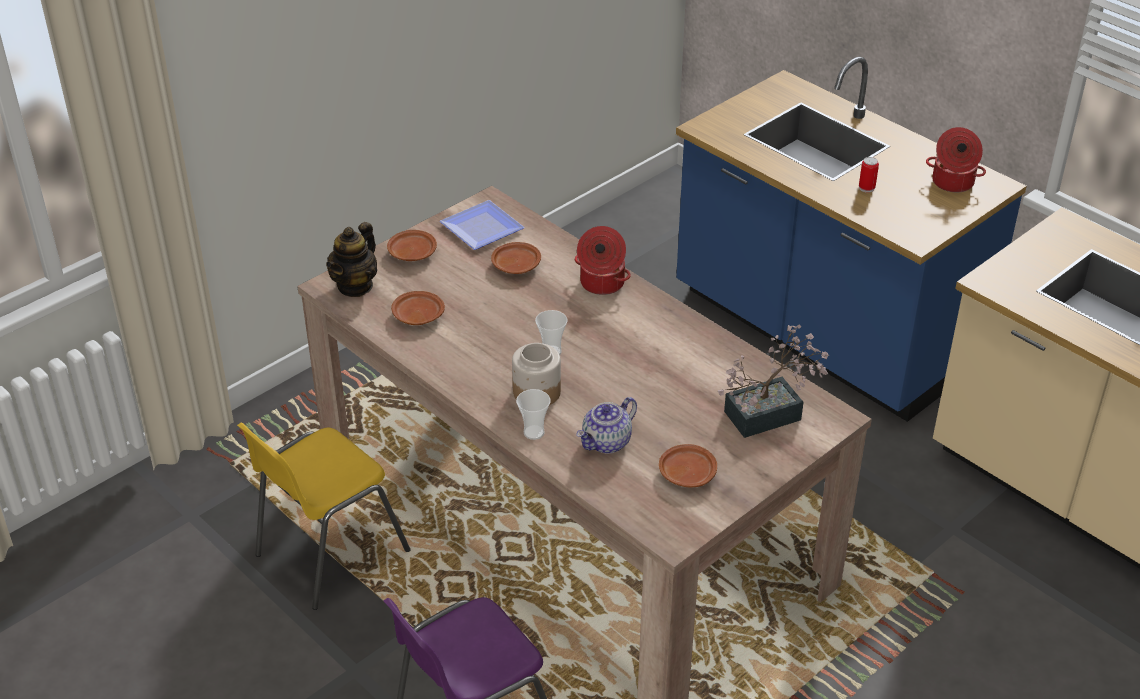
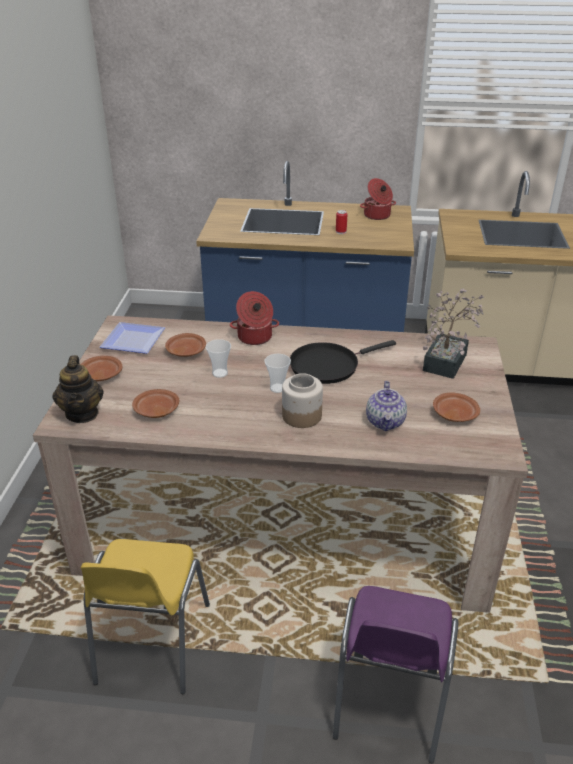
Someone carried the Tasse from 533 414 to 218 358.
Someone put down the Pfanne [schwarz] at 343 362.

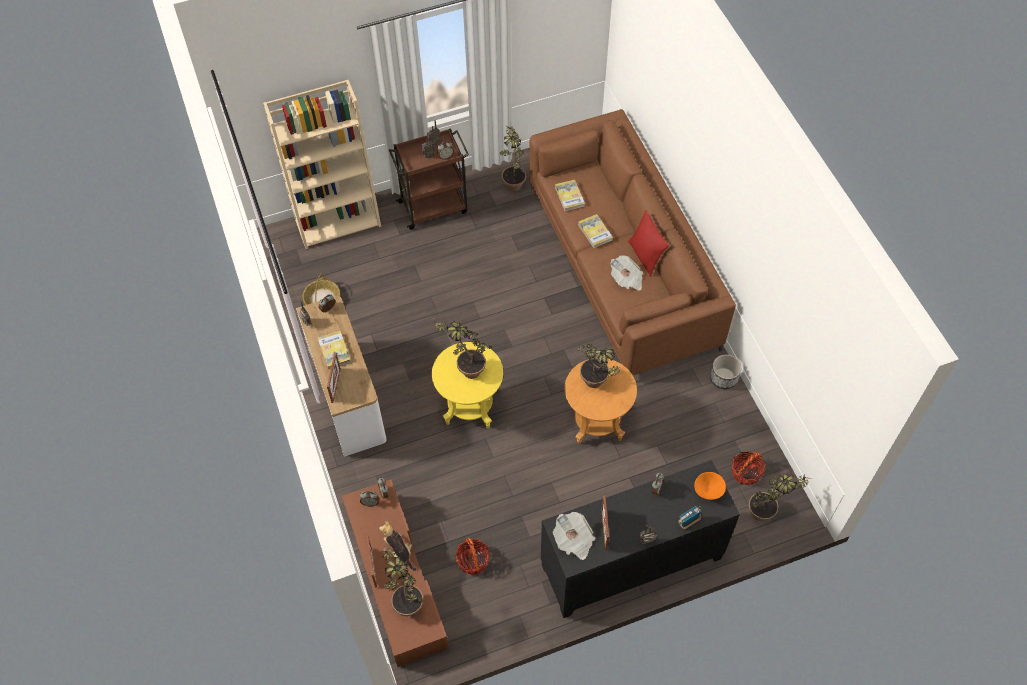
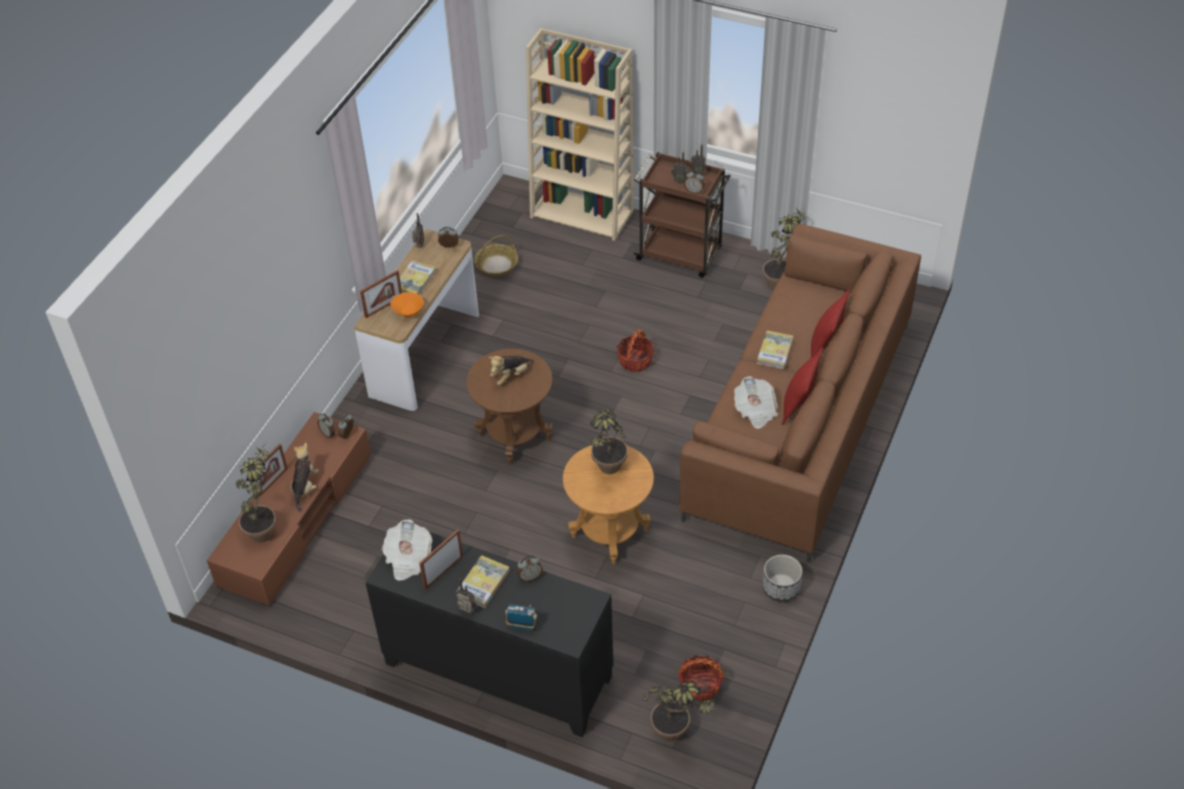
Someone carried the Schüssel [orange] from 710 486 to 407 304.
Someone carried the Buch from 570 195 to 483 581.
Someone repainted the Beistelltisch [gelb] at 467 385, which became the Beistelltisch [braun] at 509 407.
Someone swapped the Topfpflanze at 462 348 for the Plüschtier at 511 370.
Someone carried the Korb from 472 556 to 635 350.
Someone put down the Kissen [rot] at 830 324.

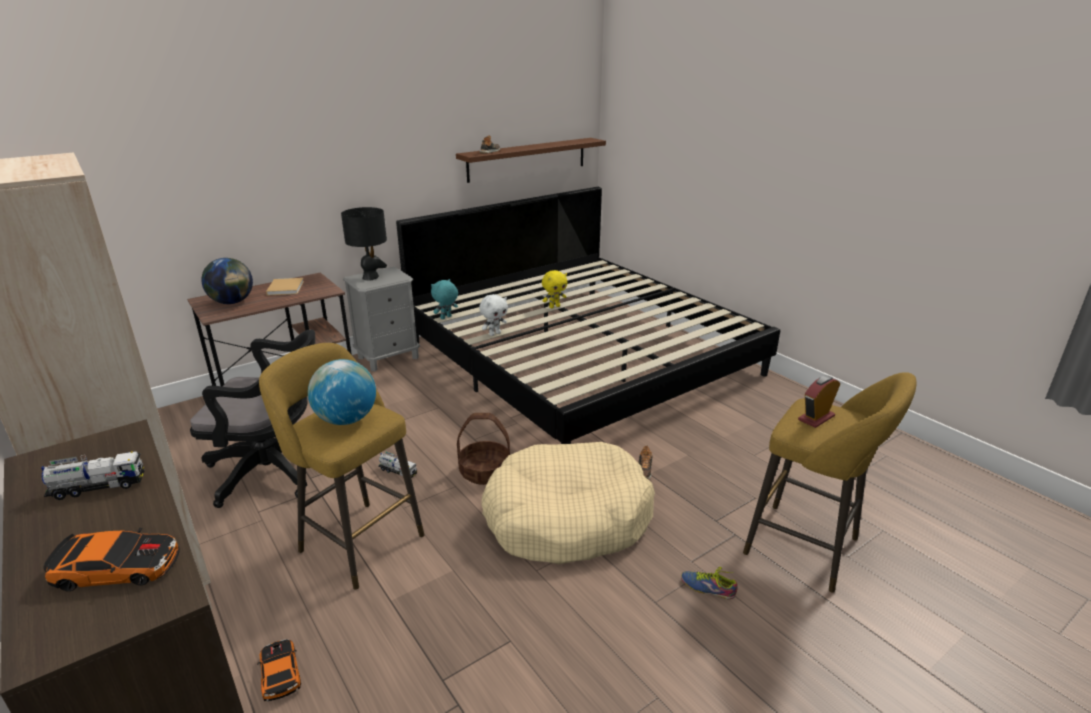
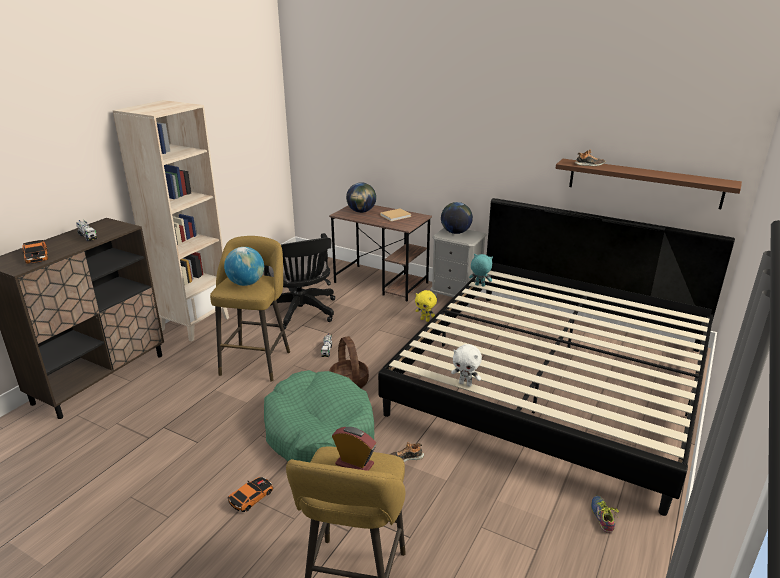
Someone carried the Spielzeugauto from 279 670 to 250 494.
Someone repainted the Hundebett [beige] at 568 503, which became the Hundebett [grün] at 319 416.
Someone carried the Plüschtier [gelb] from 554 289 to 426 306.
Someone swapped the Tischlampe [schwarz] at 364 244 for the Globus at 457 218.
Someone carried the Plüschtier [weiß] from 493 315 to 466 365.
Someone carried the Schuh from 709 583 to 605 514.

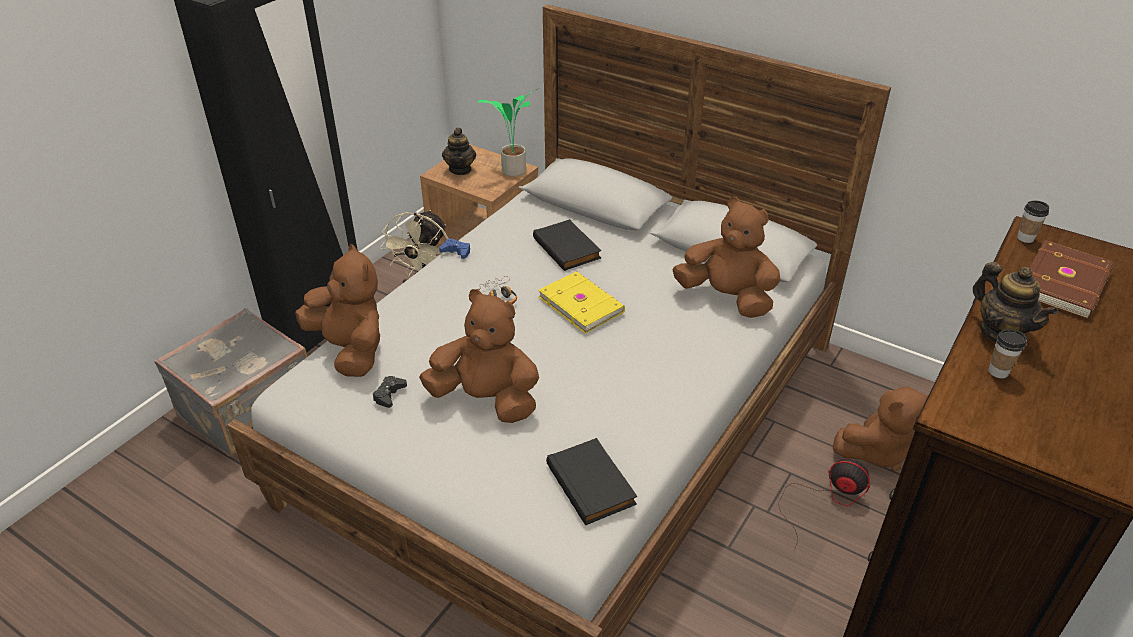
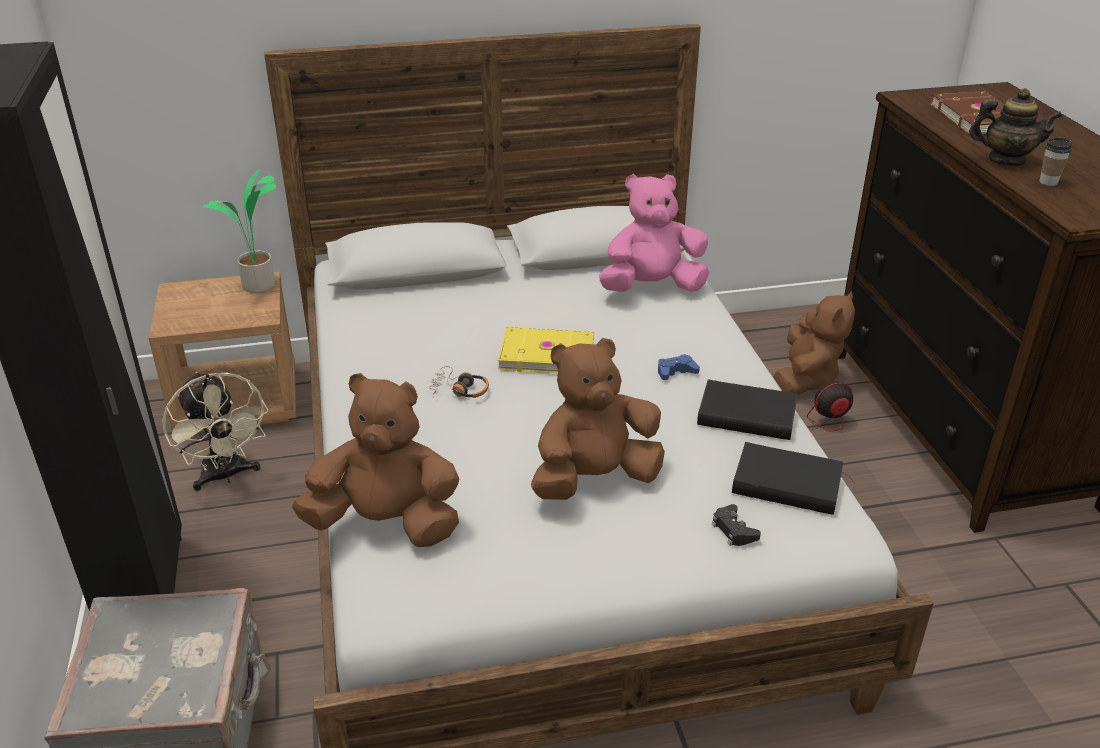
Someone repainted the Plüschtier [braun] at 726 257, which became the Plüschtier [rosa] at 654 233.
Someone carried the Gamepad [blau] from 454 248 to 679 367.
Someone carried the Buch [schwarz] from 567 245 to 747 409.
Someone carried the Gamepad [schwarz] from 390 392 to 736 525.
Someone took away the Teekanne at 459 151.
Someone took away the Tasse at 1033 221.

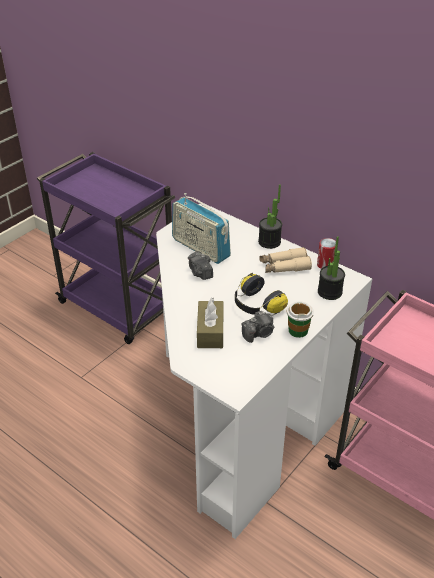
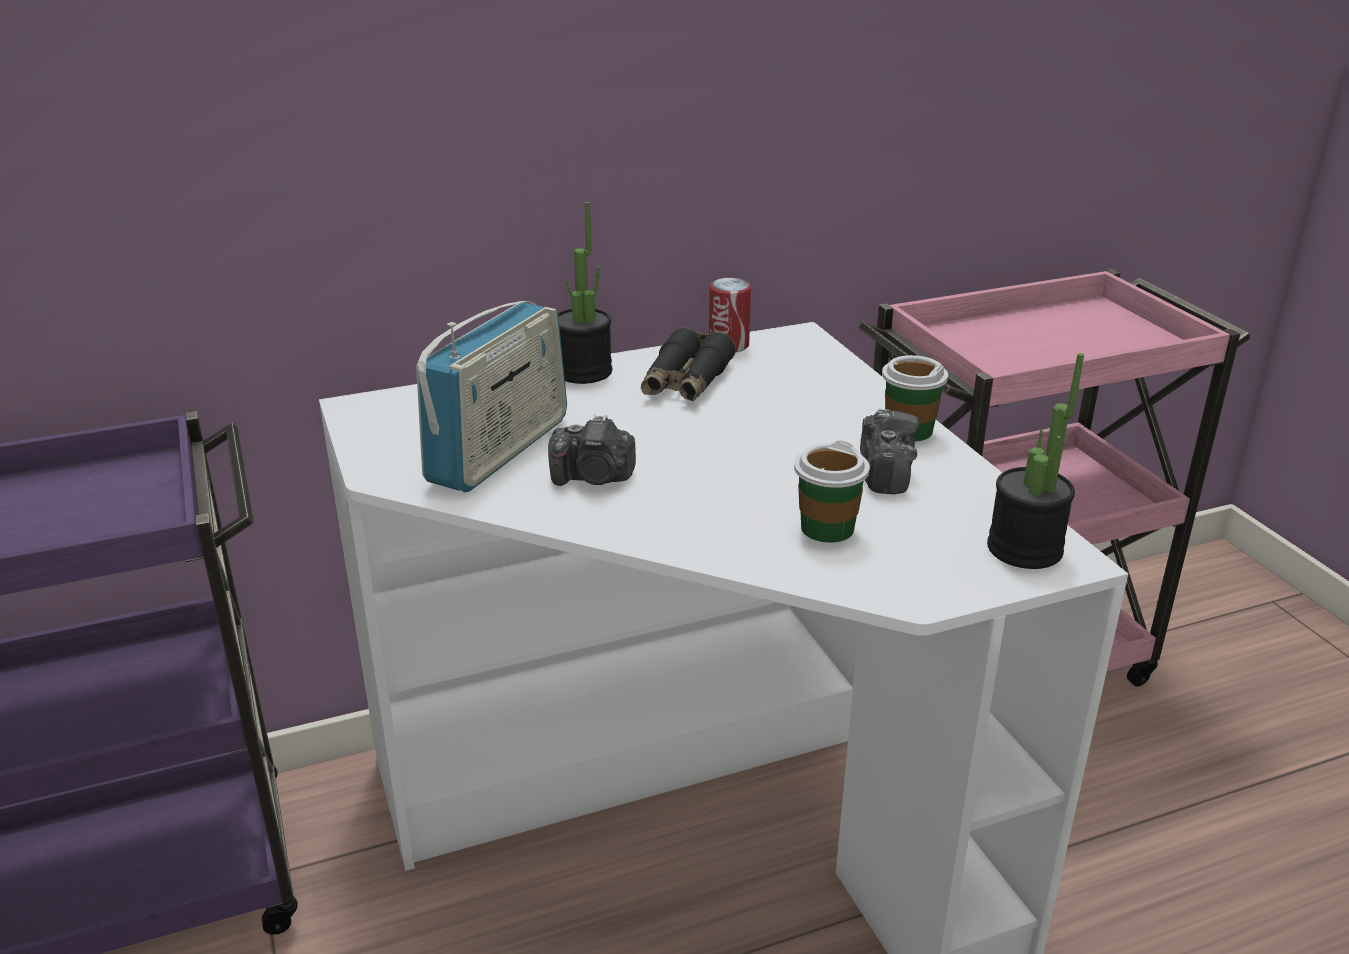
Someone rotated the Radio at 201 228 by 45 degrees counterclockwise.
Someone repainted the Fernglas [beige] at 285 260, which became the Fernglas [schwarz] at 688 364.
Someone swapped the Taschentuchbox [braun] at 210 323 for the Tasse at 832 492.
Someone carried the Topfpflanze from 331 268 to 1035 461.
Someone took away the Kopfhörer at 261 294.

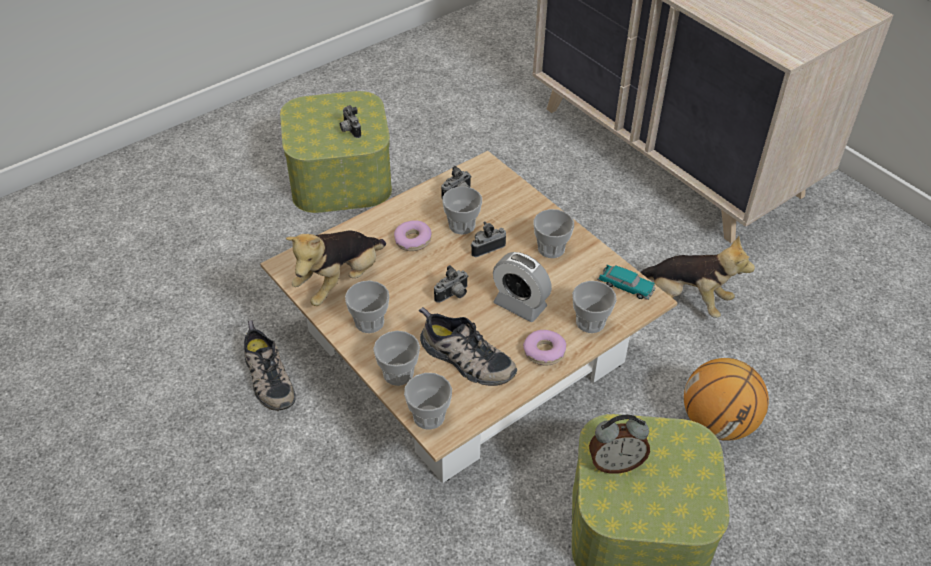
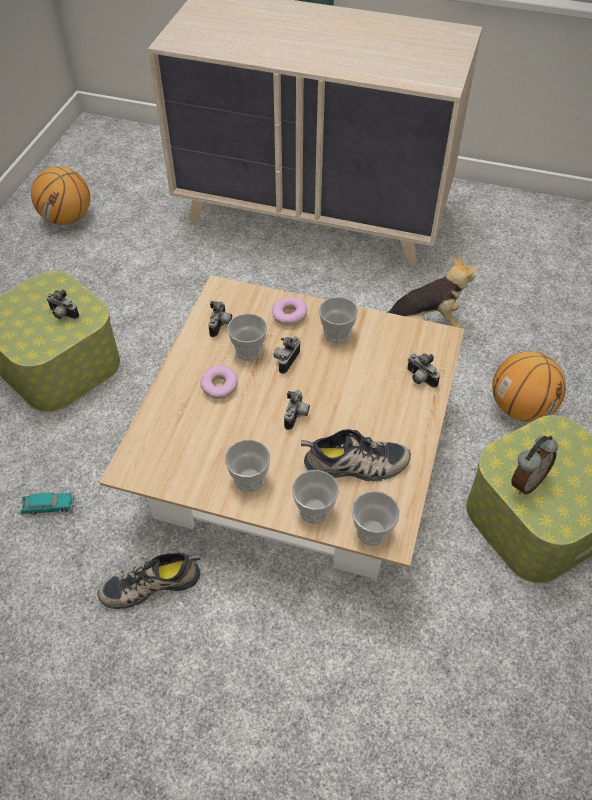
Someone carried the Spielzeugauto from 626 282 to 47 504.
Someone put down the Basketball at 60 195.
Someone rotated the Schuh at 270 365 by 135 degrees clockwise.
Someone carried the Donut from 544 347 to 289 311.
Someone swapped the Tasse at 594 307 for the Kamera at 423 370.
Someone took away the Plüschtier at 336 268.
Someone took away the Wecker at 522 287.

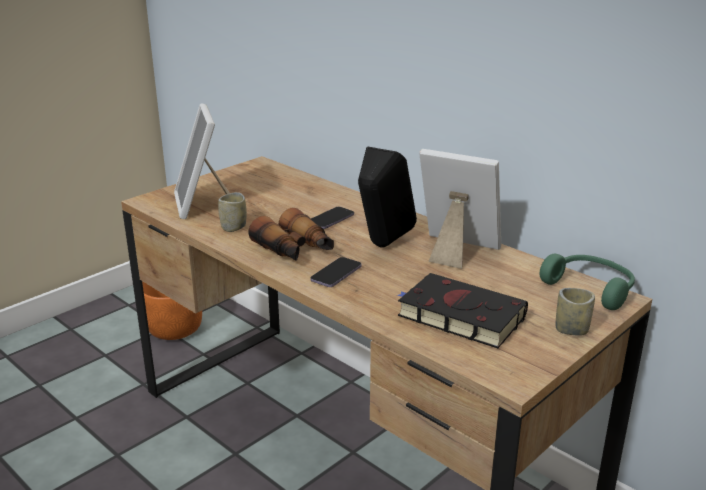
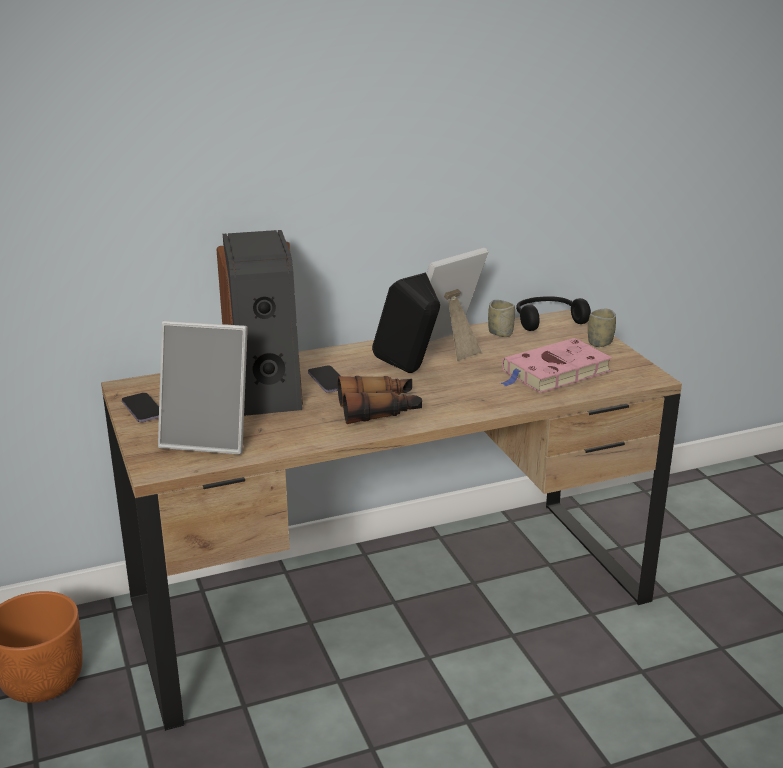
Someone carried the Handy from 336 272 to 140 407.
Someone put down the Lautsprecher at 260 323.
Someone carried the Tasse from 232 212 to 501 318.
Someone repainted the Buch [schwarz] at 462 310, which became the Buch [rosa] at 556 365.
Someone repainted the Kopfhörer [grün] at 587 282, which became the Kopfhörer [schwarz] at 553 313.

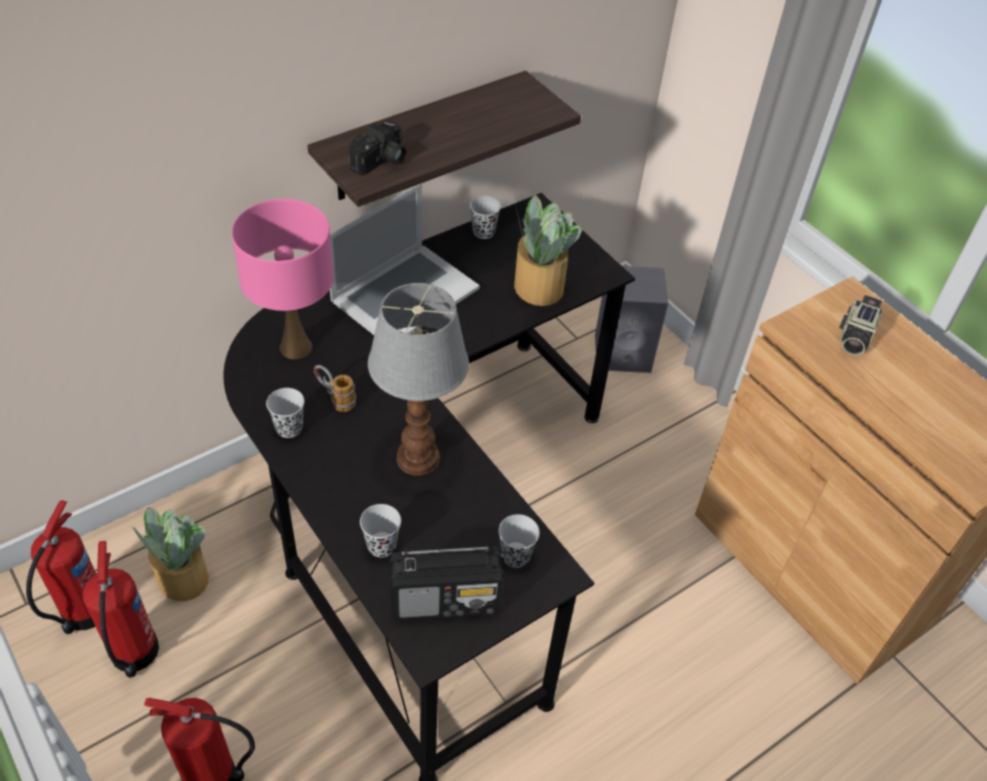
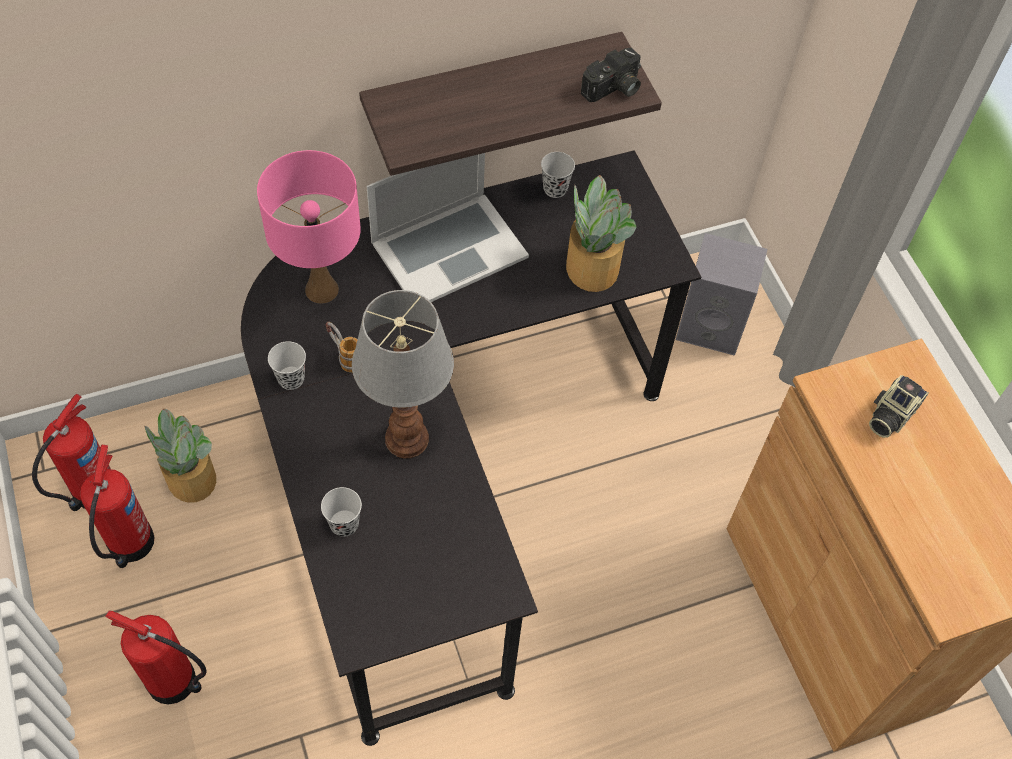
Someone carried the Kamera from 377 148 to 611 75.
Someone took away the Radio at 447 584.
Someone took away the Tasse [schwarz] at 519 541.

